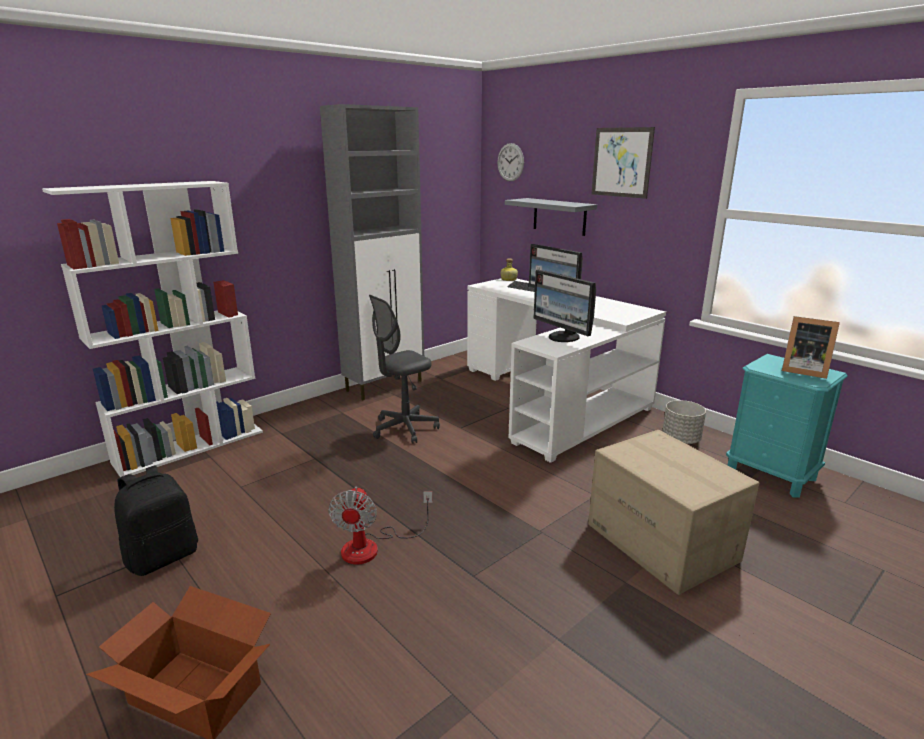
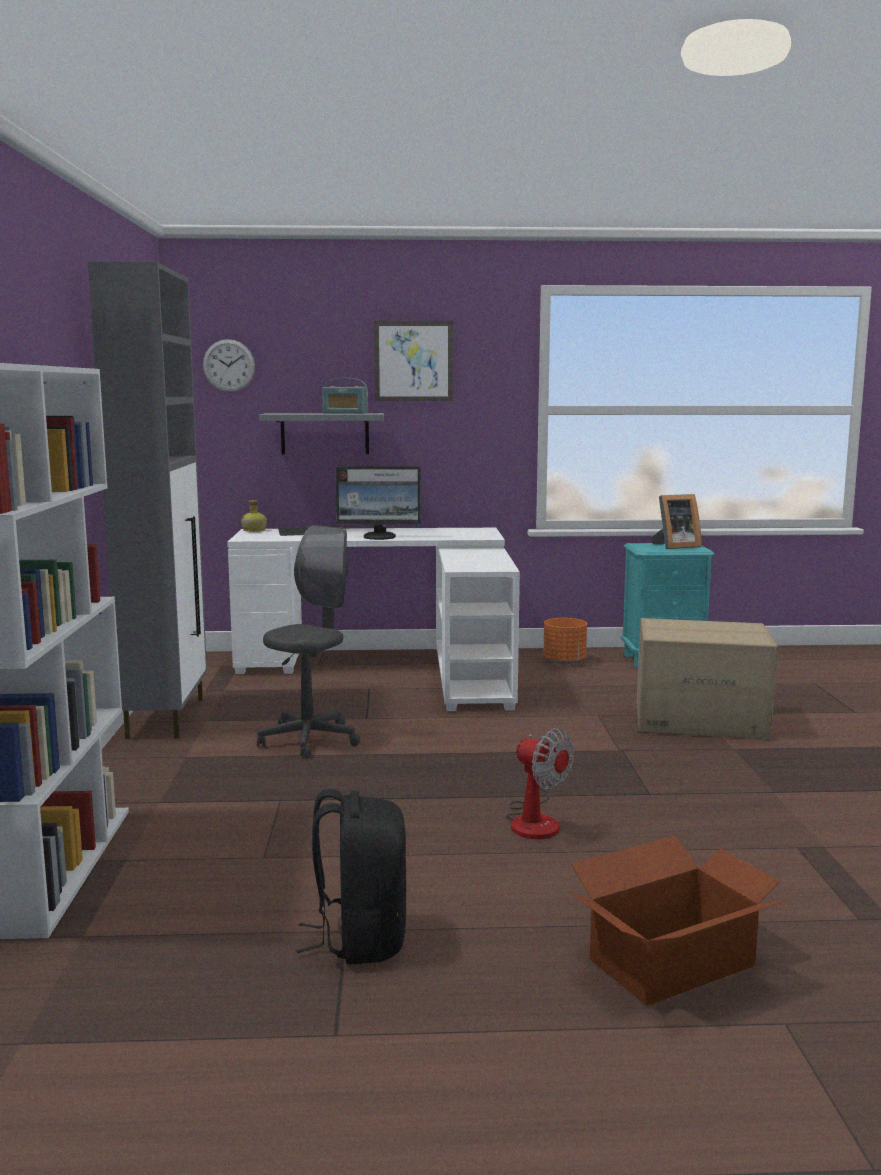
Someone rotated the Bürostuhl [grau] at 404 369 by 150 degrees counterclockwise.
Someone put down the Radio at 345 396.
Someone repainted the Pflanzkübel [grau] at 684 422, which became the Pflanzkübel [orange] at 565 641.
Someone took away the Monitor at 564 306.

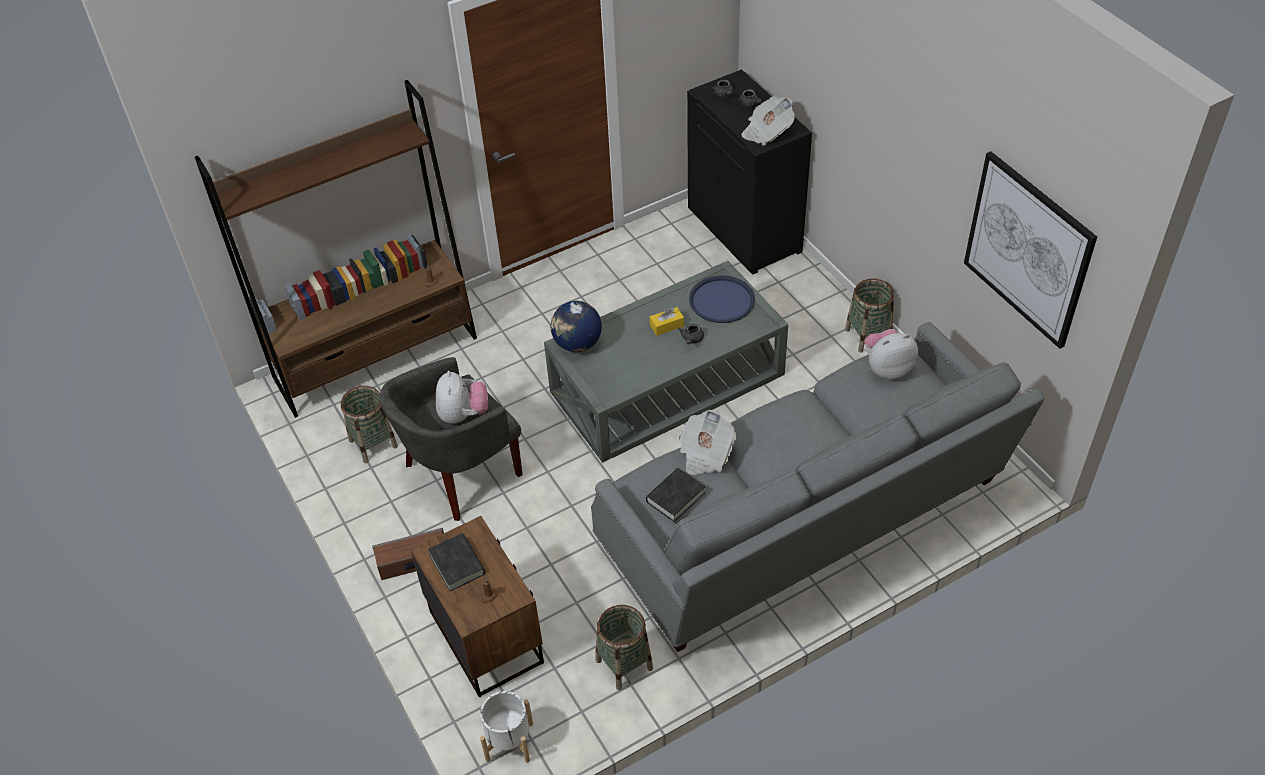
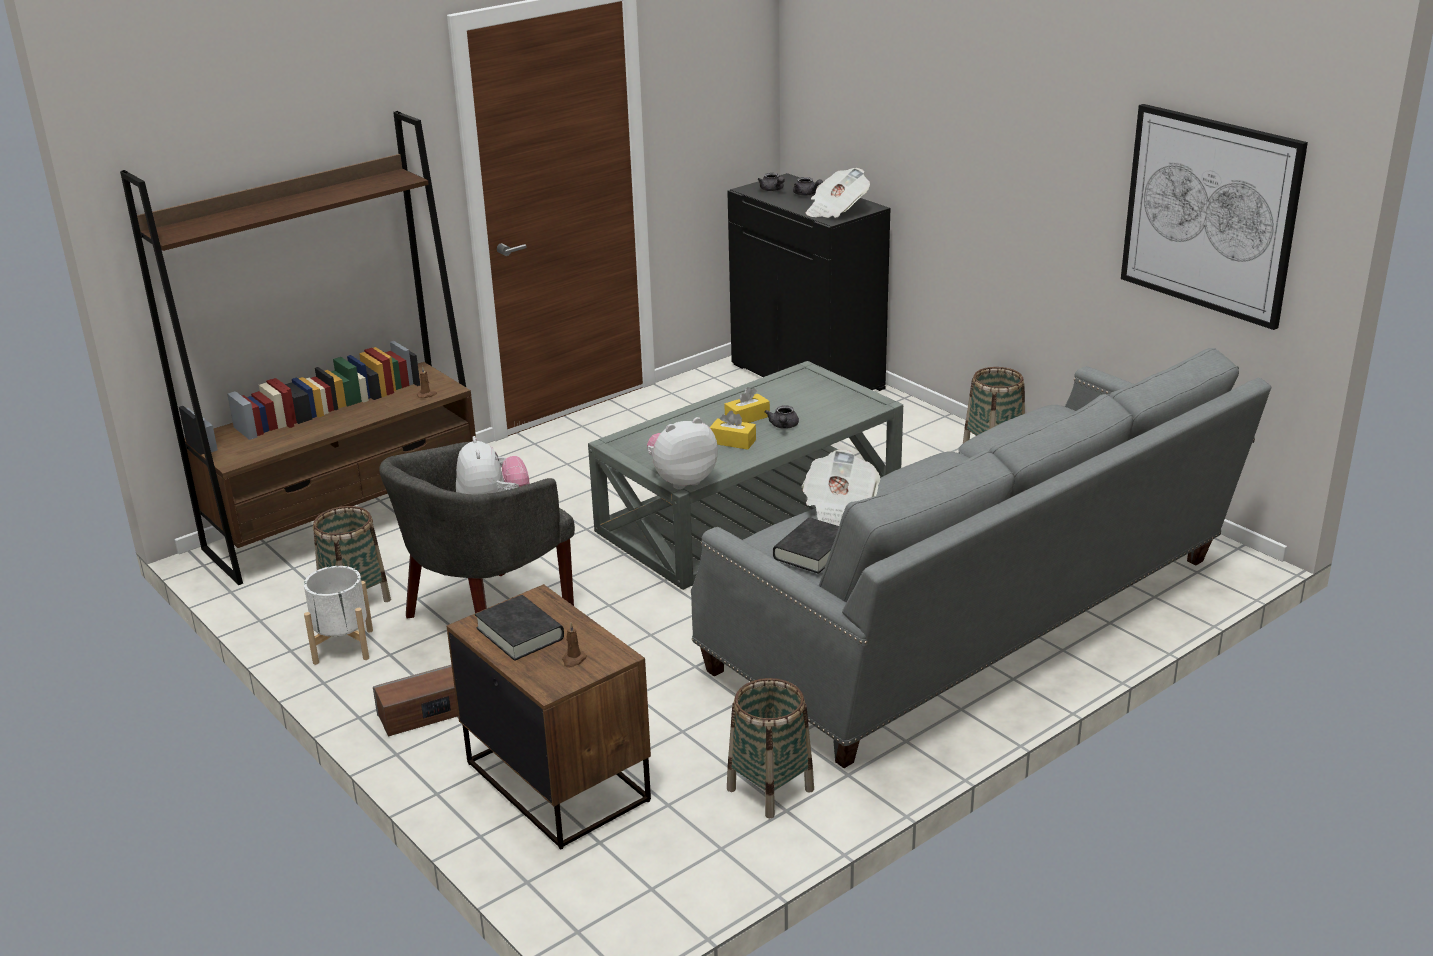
Someone carried the Pflanzkübel [weiß] from 506 727 to 338 615.
Someone carried the Plüschtier from 891 354 to 682 453.
Someone put down the Taschentuchbox [gelb] at 732 430.
Someone took away the Globus at 576 326.
Someone took away the Tablett [blau] at 722 299.

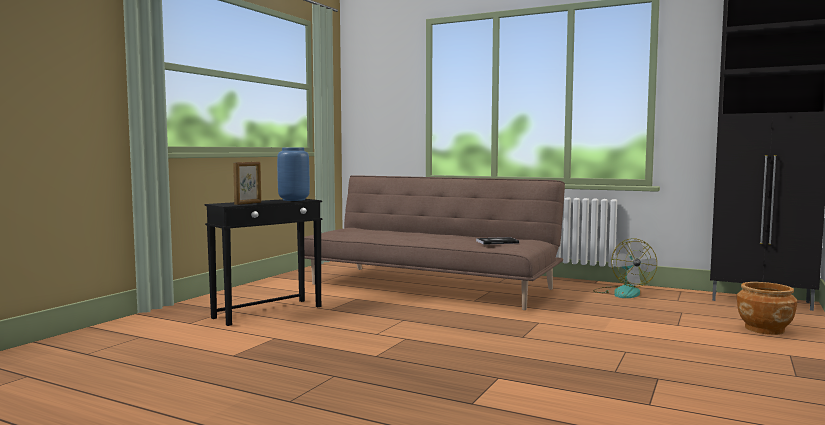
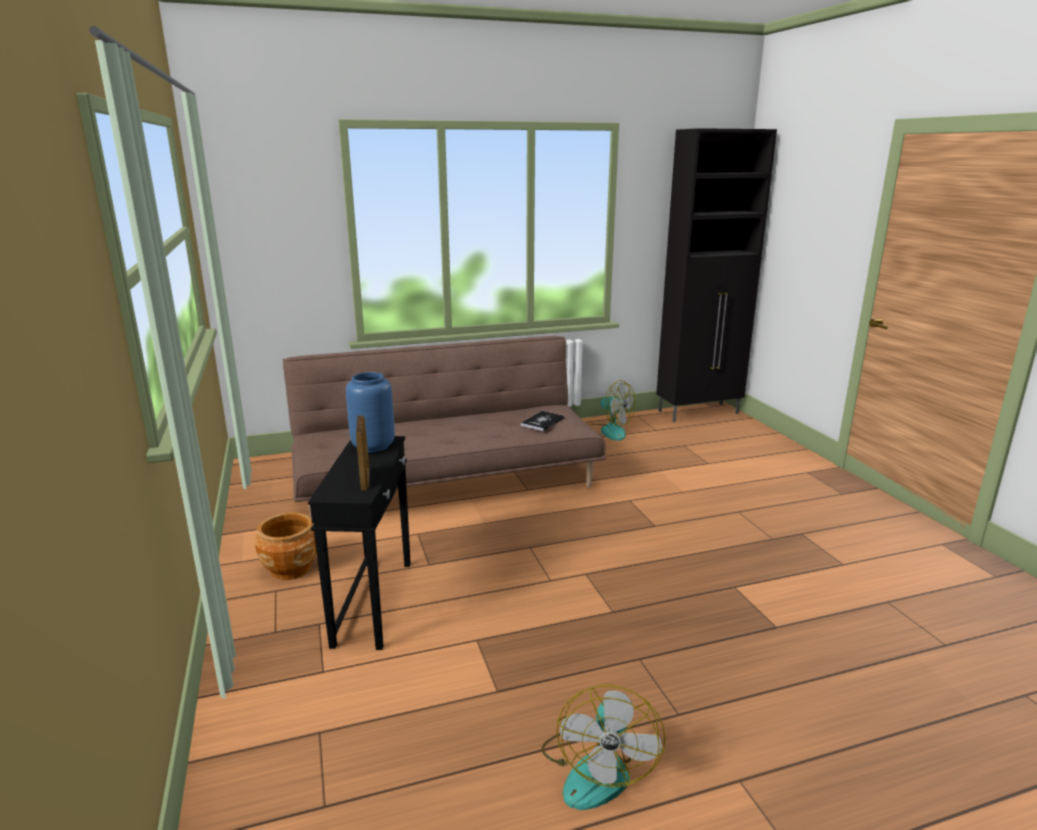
Someone carried the Pflanzkübel [braun] from 767 308 to 286 546.
Someone put down the Ventilator at 603 747.

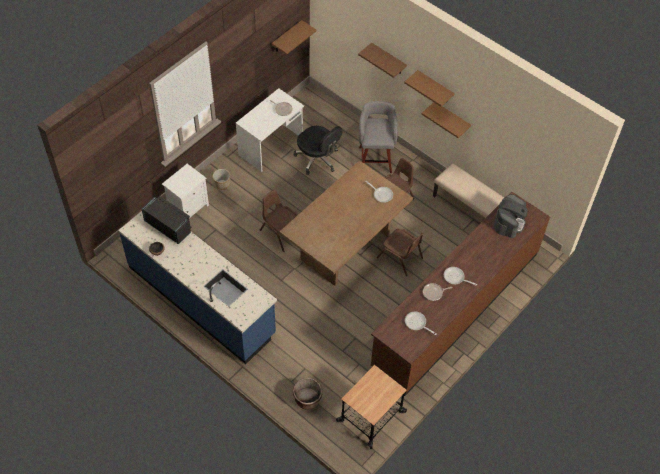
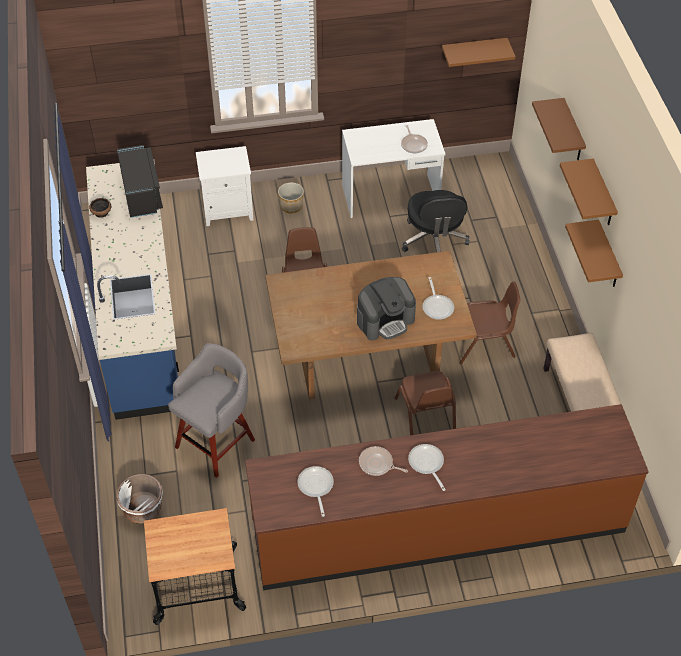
Someone repainted the Pflanzkübel [braun] at 307 394, which became the Pflanzkübel [weiß] at 140 499.
Someone carried the Hocker [grau] from 378 137 to 211 410.
Someone carried the Kaffeemaschine from 510 216 to 386 309.

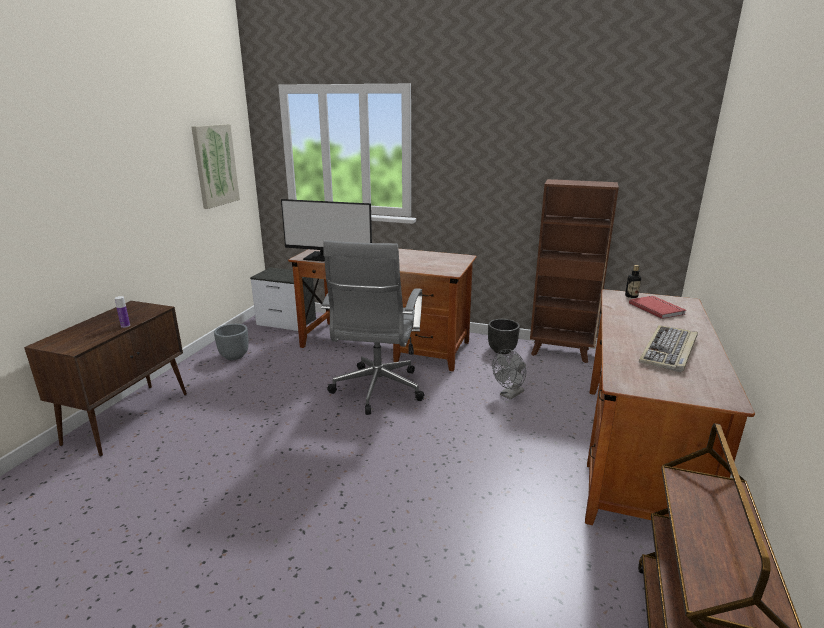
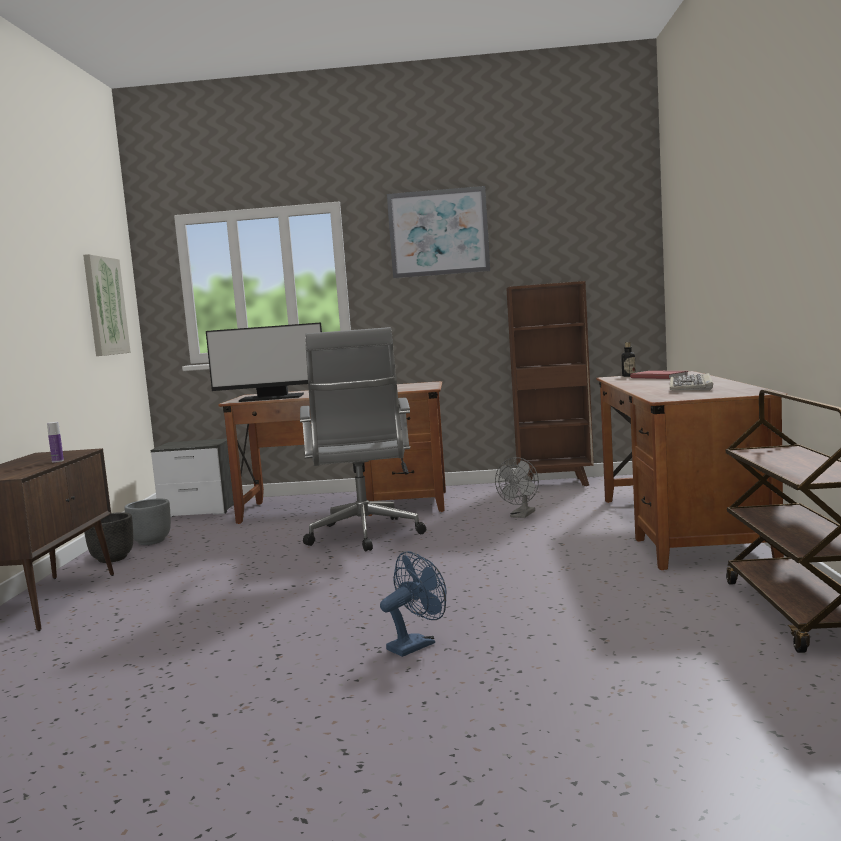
Someone carried the Pflanzkübel [schwarz] from 504 336 to 108 537.
Someone put down the Ventilator [blau] at 413 604.
Someone put up the Bild at 438 232.

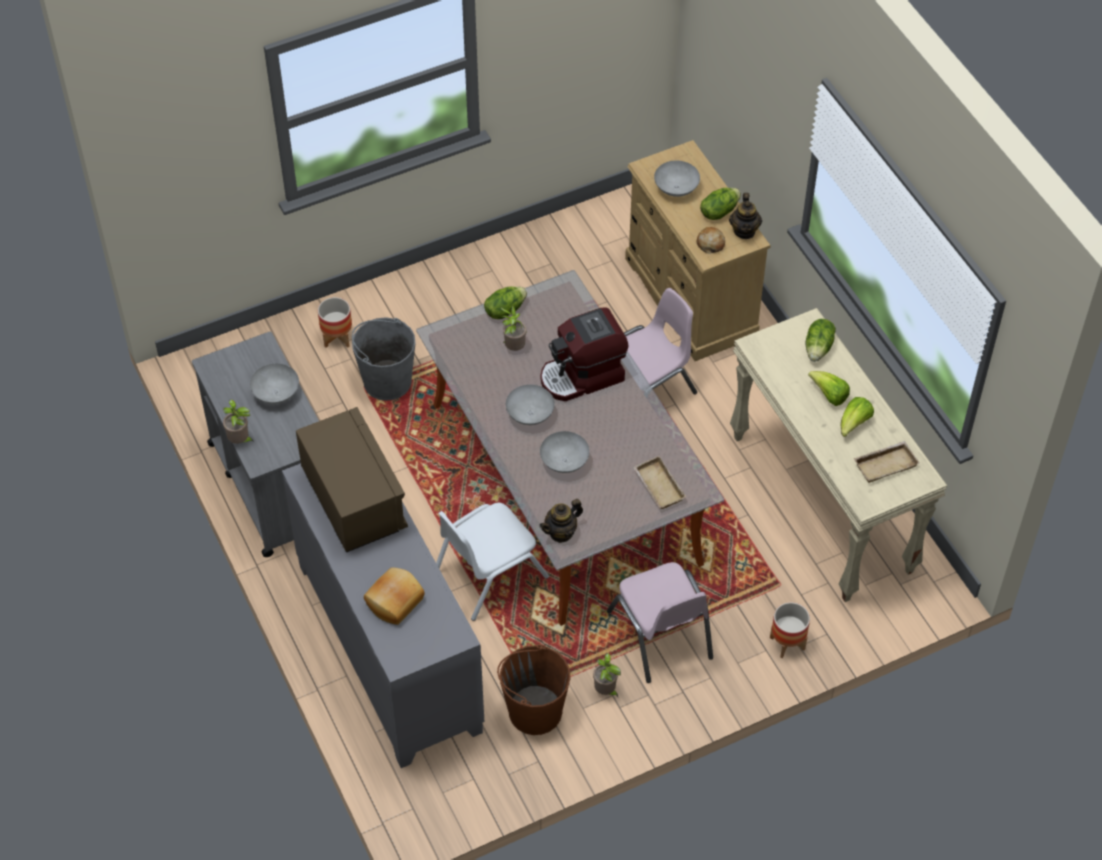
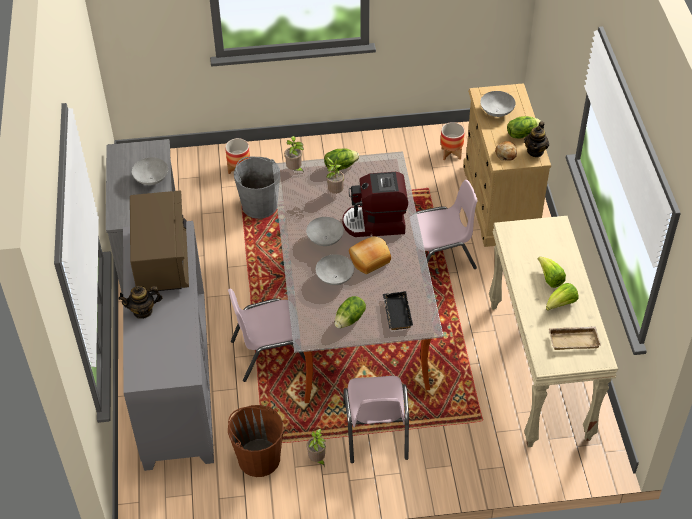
Someone carried the Teekanne from 561 521 to 140 302.
Someone repainted the Stuhl [weiß] at 492 562, which became the Stuhl [rosa] at 267 335.
Someone carried the Topfpflanze from 238 421 to 294 154.
Someone carried the Salatkopf from 820 340 to 350 312.
Someone carried the Brot from 394 596 to 370 255.
Someone repainted the Tablett [beige] at 659 482, which became the Tablett [schwarz] at 398 310.
Someone carried the Pflanzkübel from 790 630 to 452 141.

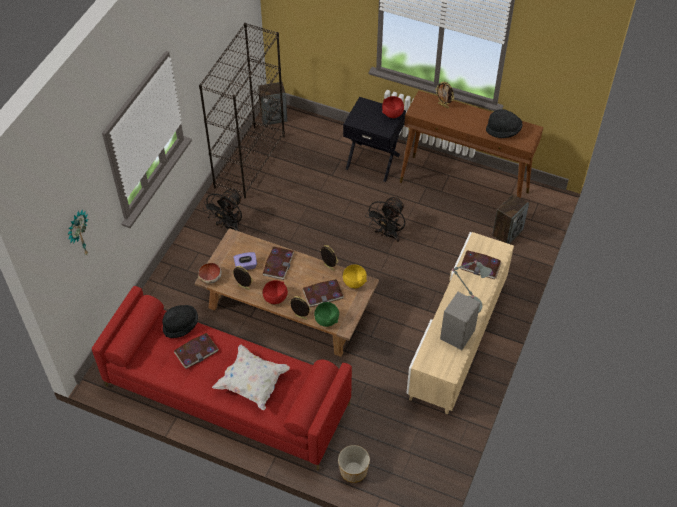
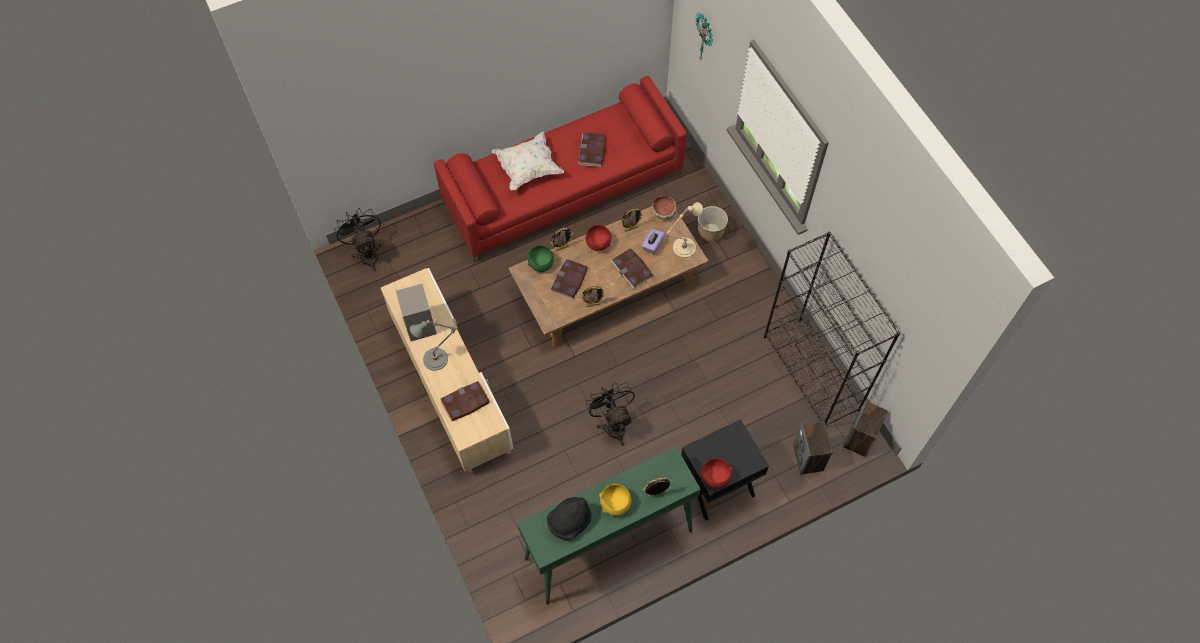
Someone carried the Ventilator [schwarz] from 223 210 to 357 240.
Someone repainted the Konsolentisch [braun] at 471 144, which became the Konsolentisch [grün] at 609 525.
Someone carried the Schüssel [gelb] from 355 276 to 615 500.
Someone put down the Tischlampe [beige] at 684 230.
Someone carried the Pflanzkübel from 354 464 to 713 224.
Someone carried the Lautsprecher from 510 219 to 813 448.
Someone took away the Hut [schwarz] at 180 321.

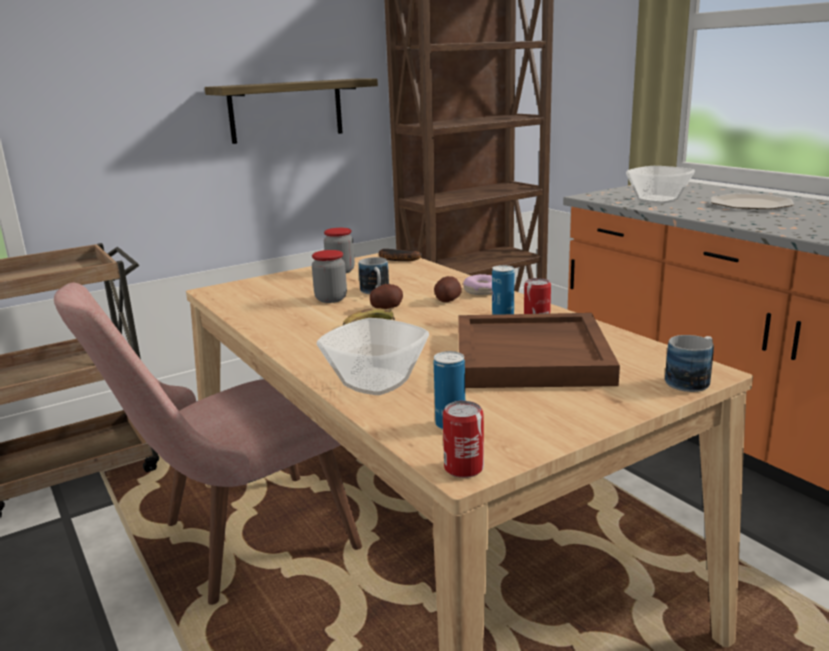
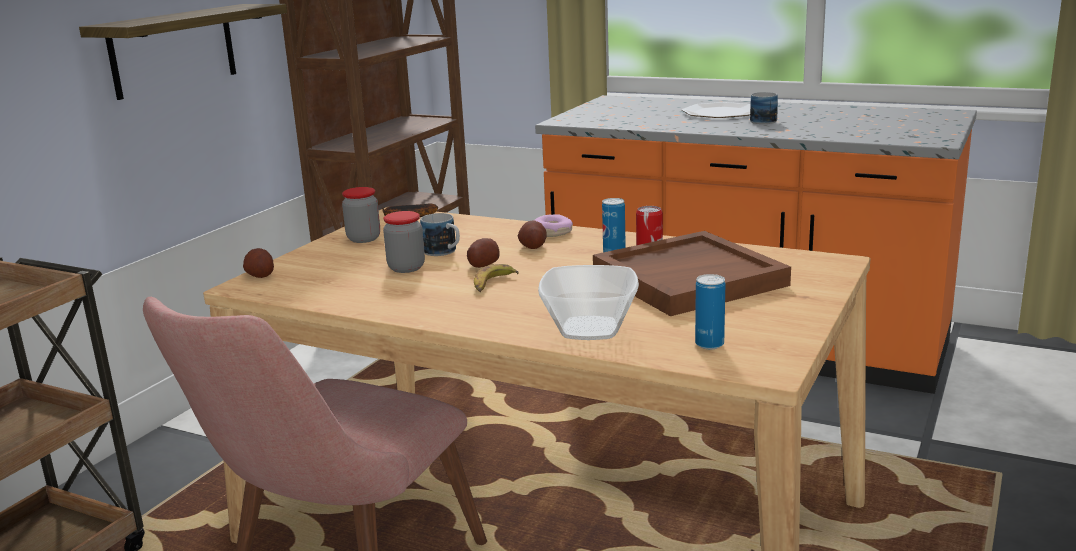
Someone put down the Kartoffel at 258 263.
Someone carried the Henkelbecher from 689 363 to 764 108.
Someone took away the Dose at 463 439.
Someone took away the Schüssel at 660 185.

